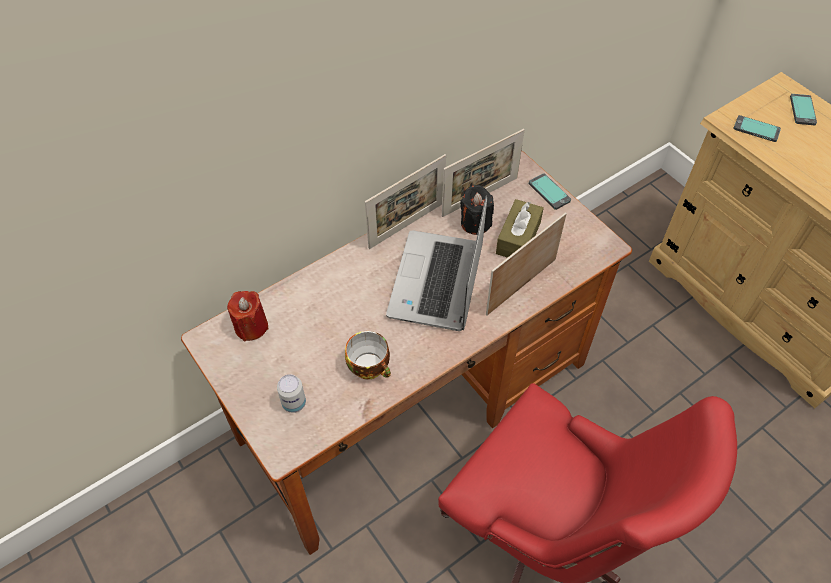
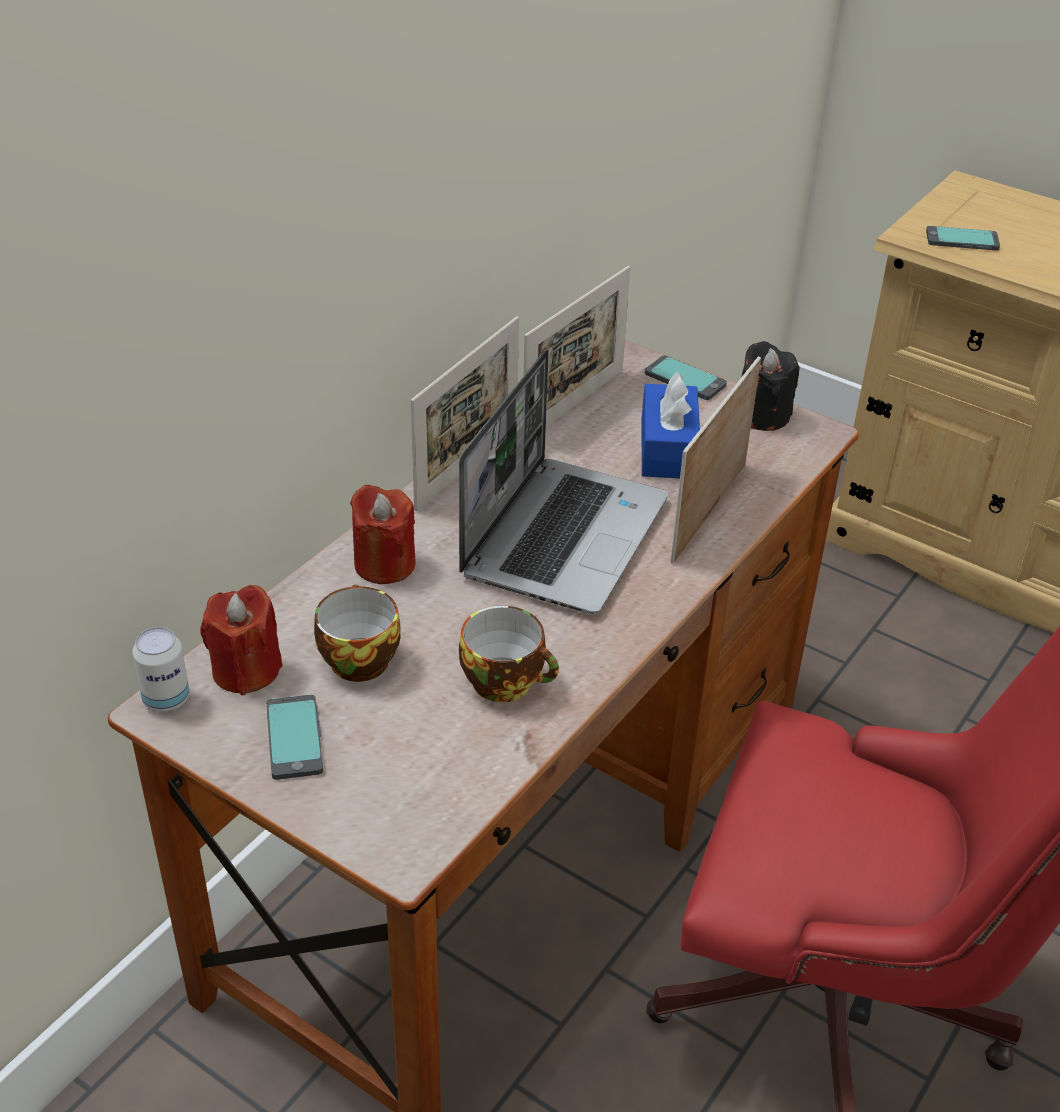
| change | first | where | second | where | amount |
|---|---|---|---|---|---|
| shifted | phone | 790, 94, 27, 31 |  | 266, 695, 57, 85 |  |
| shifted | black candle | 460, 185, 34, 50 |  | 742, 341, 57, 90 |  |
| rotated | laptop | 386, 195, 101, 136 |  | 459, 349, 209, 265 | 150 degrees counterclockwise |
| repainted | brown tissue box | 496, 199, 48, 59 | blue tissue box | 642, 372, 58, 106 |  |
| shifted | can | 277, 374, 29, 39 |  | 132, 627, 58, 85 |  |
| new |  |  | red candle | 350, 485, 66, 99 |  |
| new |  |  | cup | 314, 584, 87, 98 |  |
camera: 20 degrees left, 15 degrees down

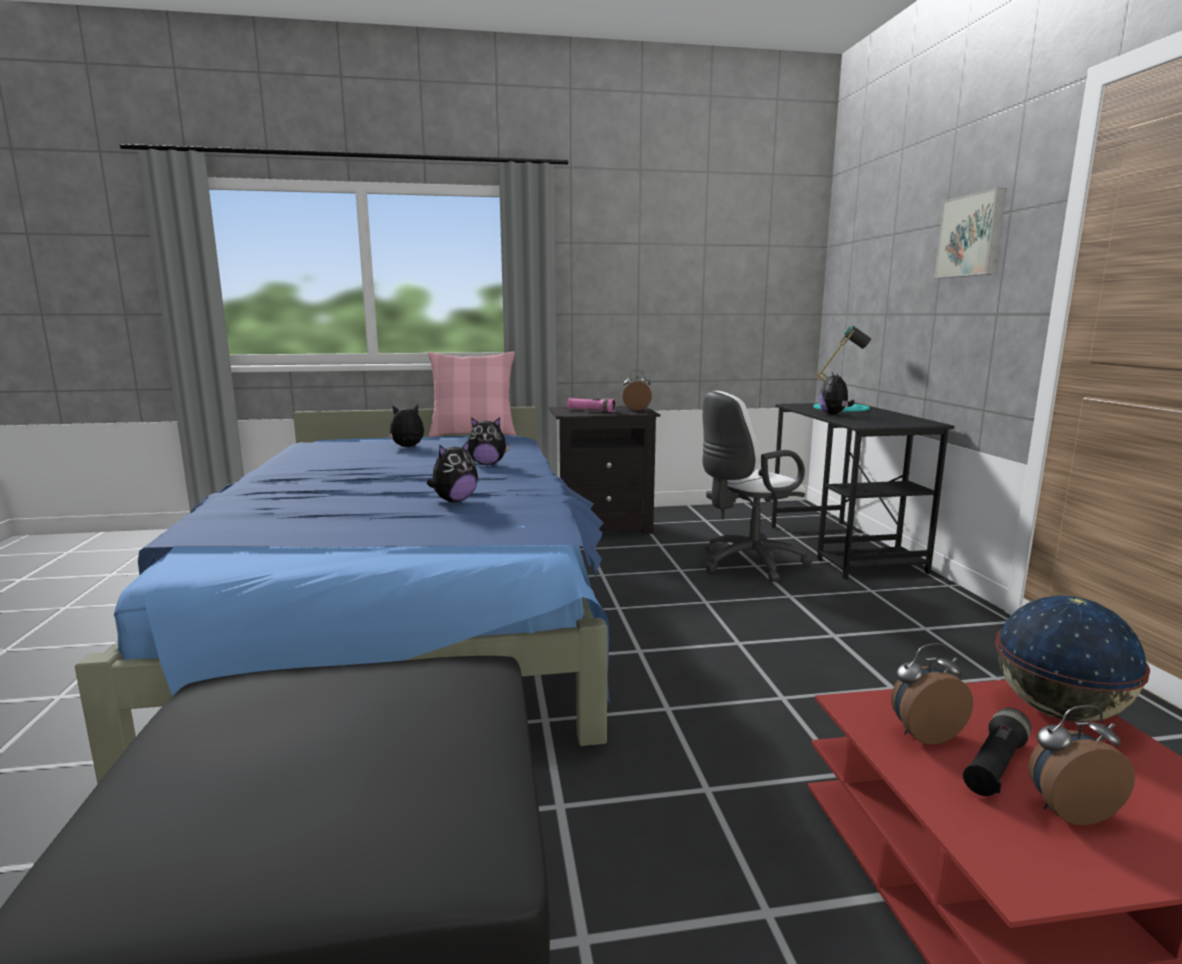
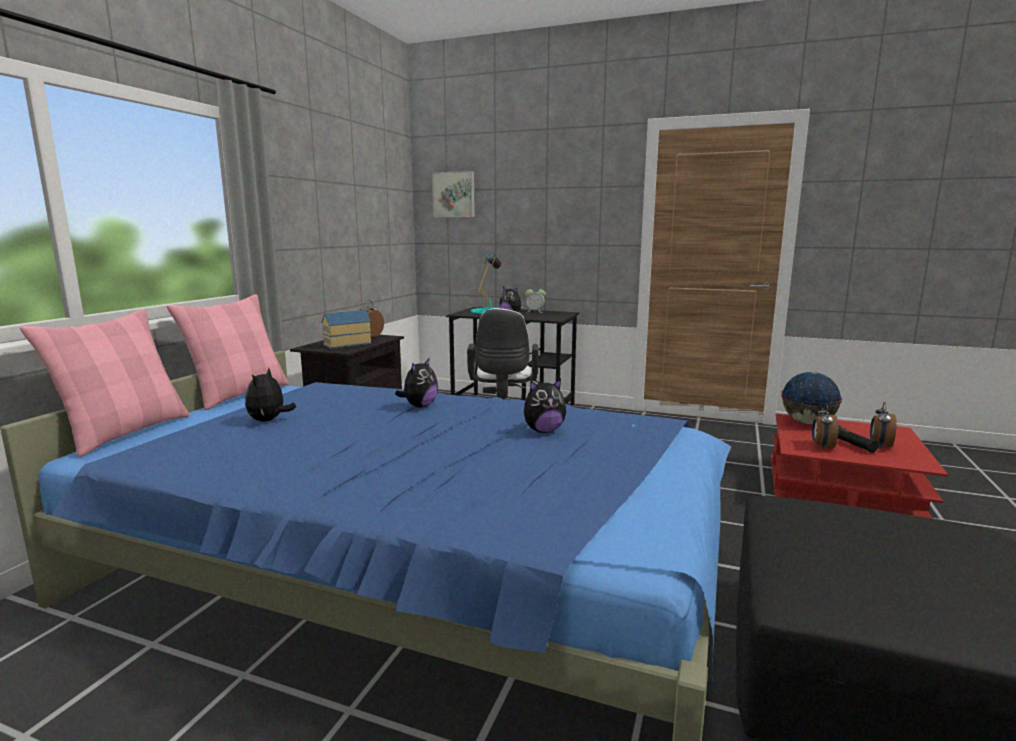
| change | first | where | second | where | amount |
|---|---|---|---|---|---|
| shifted | picture | 935, 188, 72, 90 |  | 432, 171, 43, 46 |  |
| swapped | pink flashlight | 567, 398, 49, 14 | toy house | 322, 310, 50, 39 |  |
| rotated | plush toy | 427, 440, 51, 62 |  | 524, 378, 42, 55 | 90 degrees clockwise |
| new |  |  | alarm clock | 525, 286, 21, 27 |  |
| new |  |  | pink pillow | 20, 309, 170, 148 |  |
camera: 60 degrees left, 0 degrees up

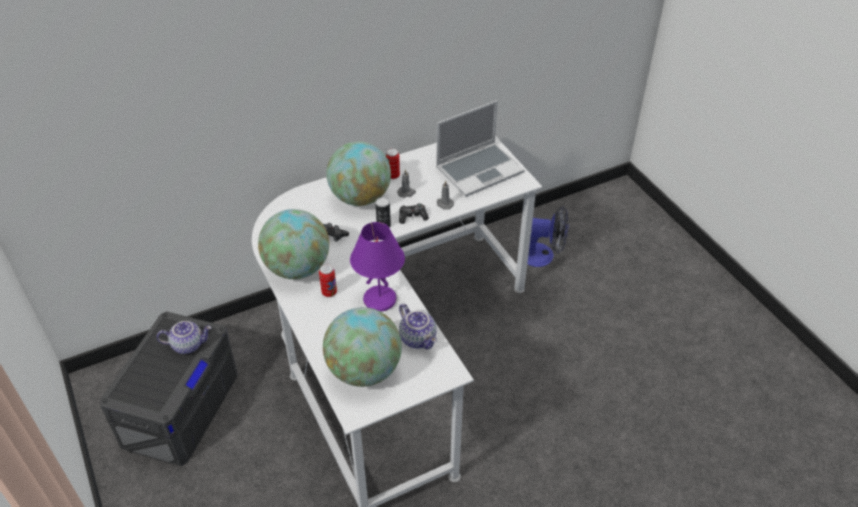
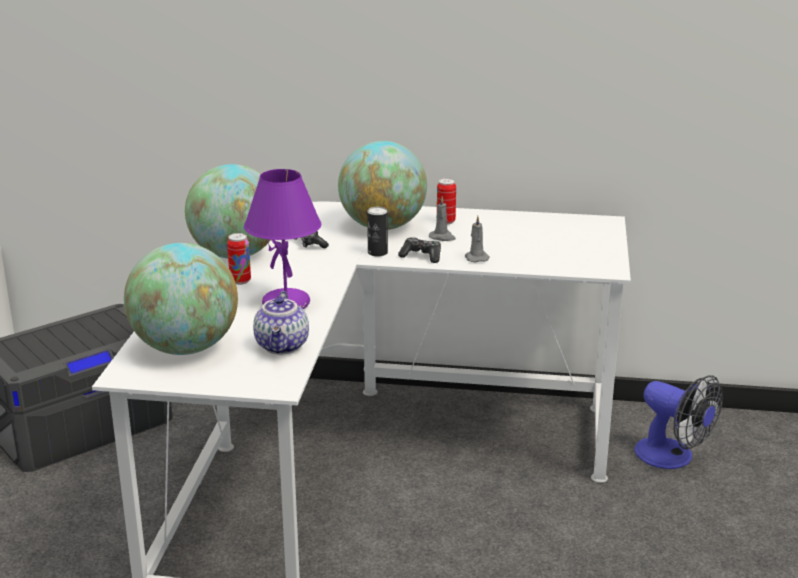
| change | first | where | second | where | amount |
|---|---|---|---|---|---|
| gone | laptop | 436, 100, 88, 97 |  |  |  |
| gone | teapot | 157, 321, 55, 33 |  |  |  |
camera: 35 degrees right, 20 degrees down

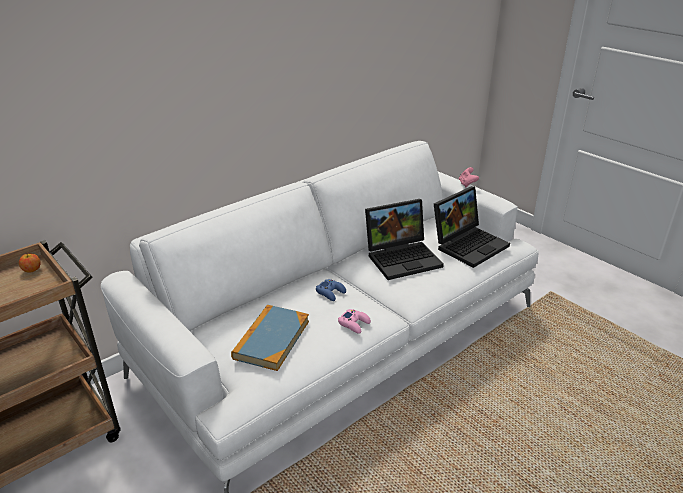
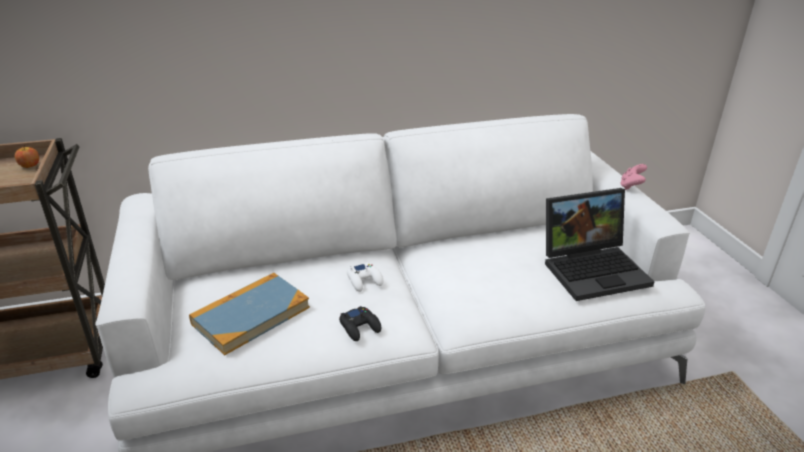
| change | first | where | second | where | amount |
|---|---|---|---|---|---|
| gone | laptop | 365, 199, 79, 81 |  |  |  |
| repainted | blue game controller | 316, 279, 30, 22 | white game controller | 347, 262, 36, 30 |  |
| repainted | pink game controller | 338, 309, 33, 24 | black game controller | 339, 306, 42, 35 |  |
camera: 25 degrees right, 0 degrees up

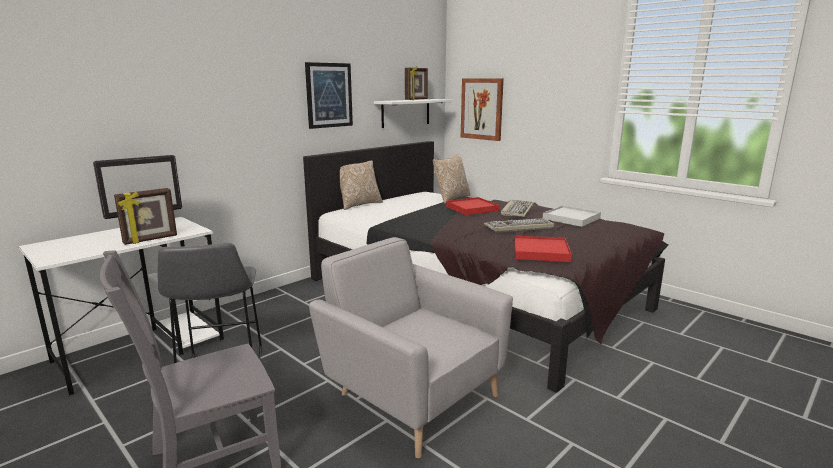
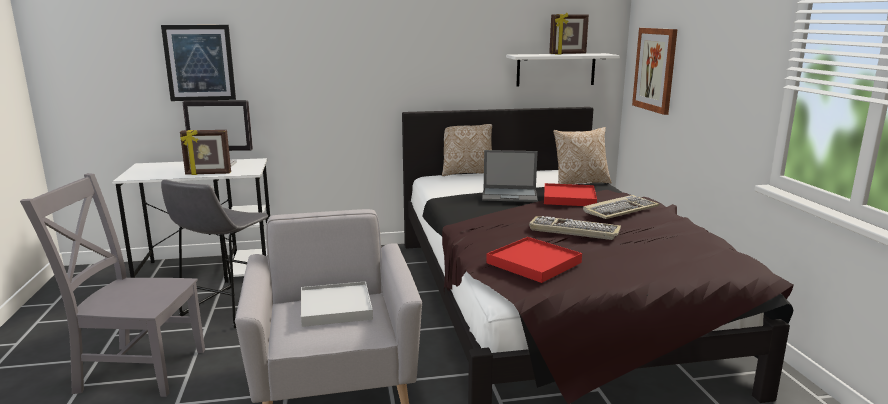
| change | first | where | second | where | amount |
|---|---|---|---|---|---|
| shifted | picture | 305, 62, 48, 67 |  | 161, 25, 75, 76 |  |
| shifted | white tray | 543, 205, 58, 22 |  | 301, 281, 72, 46 |  |
| new |  |  | laptop | 482, 150, 56, 52 |  |
camera: 35 degrees right, 0 degrees up

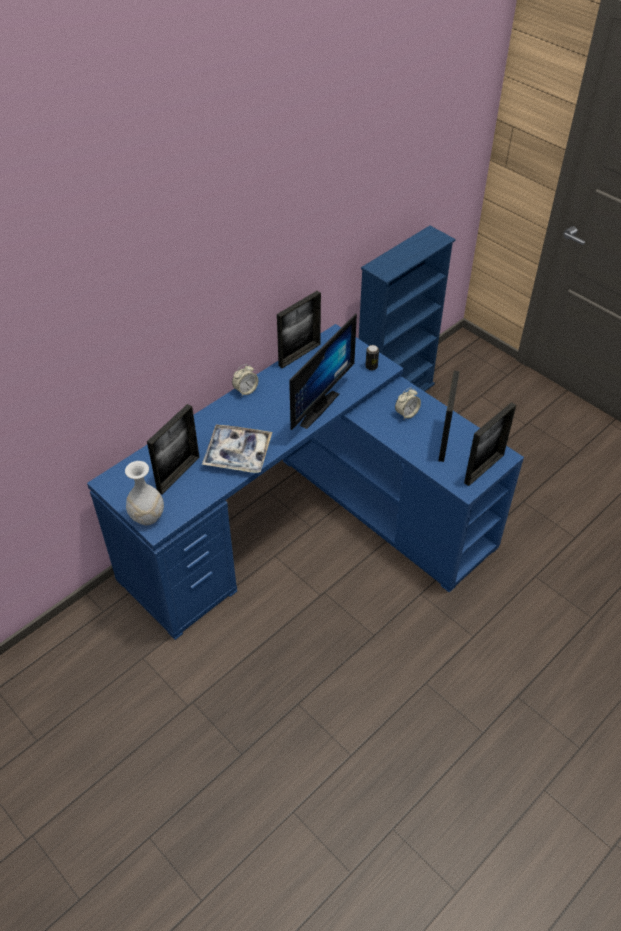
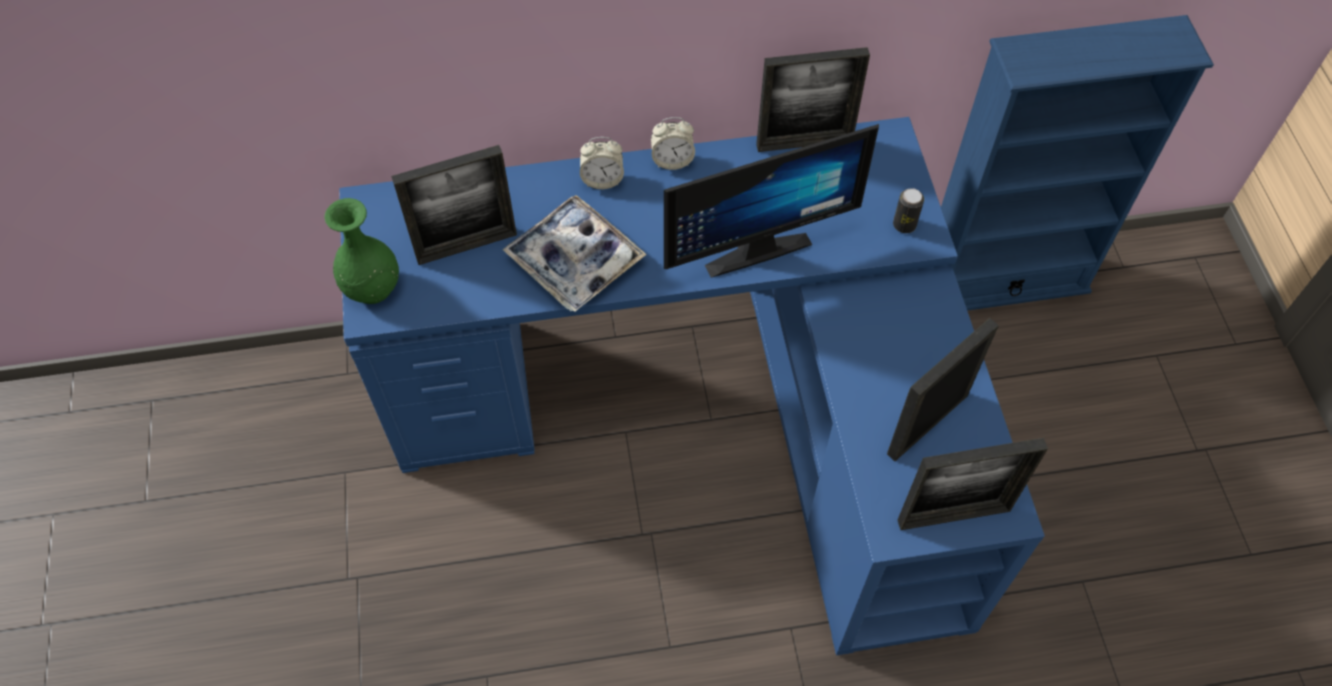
| change | first | where | second | where | amount |
|---|---|---|---|---|---|
| shifted | alarm clock | 395, 388, 26, 31 |  | 580, 137, 44, 52 |  |
| repainted | white vase | 125, 461, 39, 64 | green vase | 325, 198, 74, 106 |  |
camera: 35 degrees right, 10 degrees up

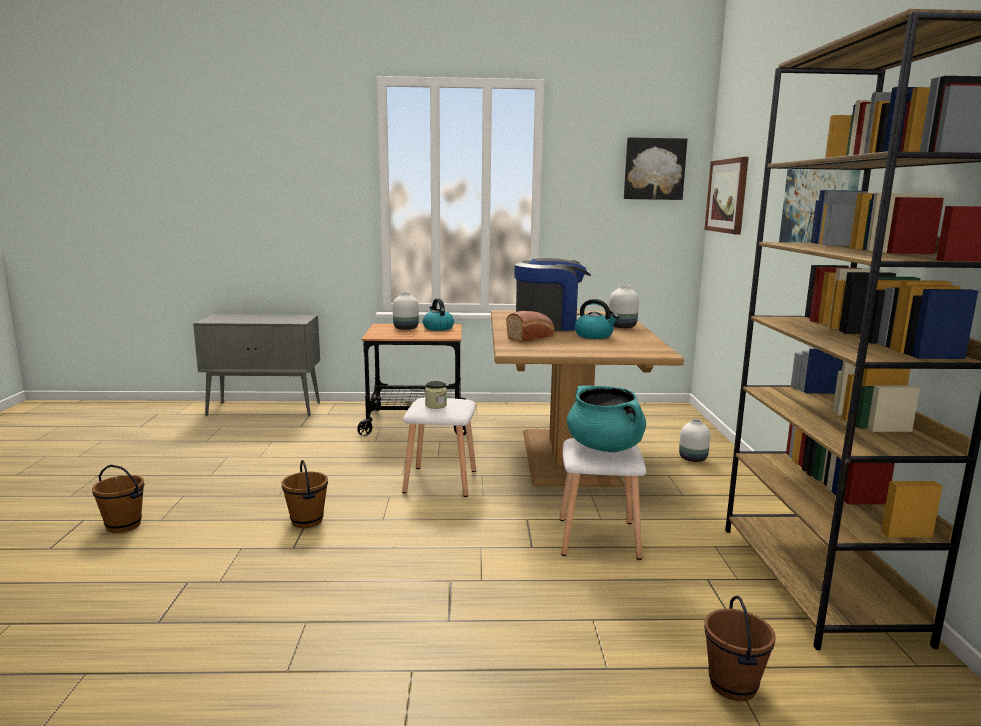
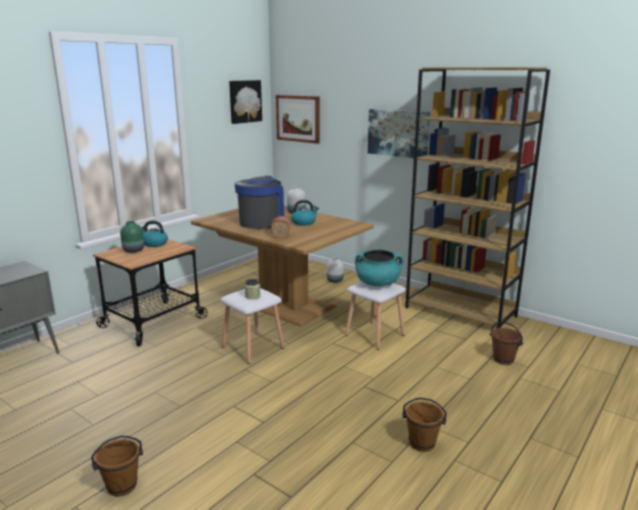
| change | first | where | second | where | amount |
|---|---|---|---|---|---|
| repainted | white vase | 393, 292, 26, 38 | green vase | 120, 221, 24, 32 |  |
| shifted | brown bucket | 282, 460, 46, 68 |  | 403, 397, 44, 55 |  |
camera: 50 degrees left, 5 degrees up

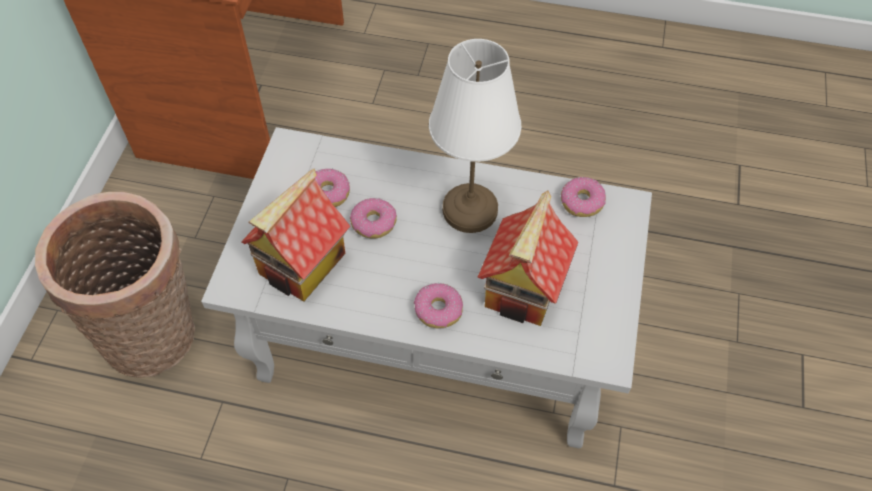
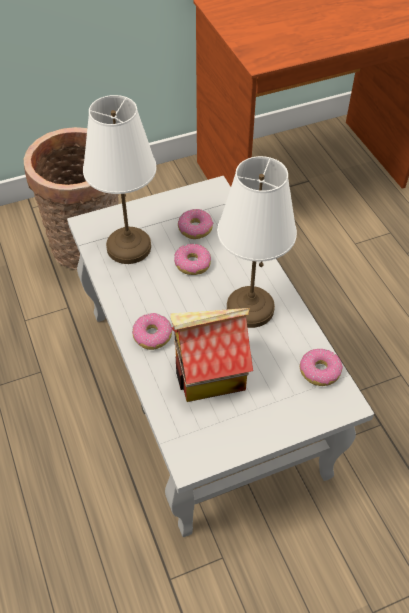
| change | first | where | second | where | amount |
|---|---|---|---|---|---|
| swapped | toy house | 241, 169, 109, 133 | white table lamp | 83, 95, 74, 169 |  |
camera: 55 degrees right, 5 degrees down

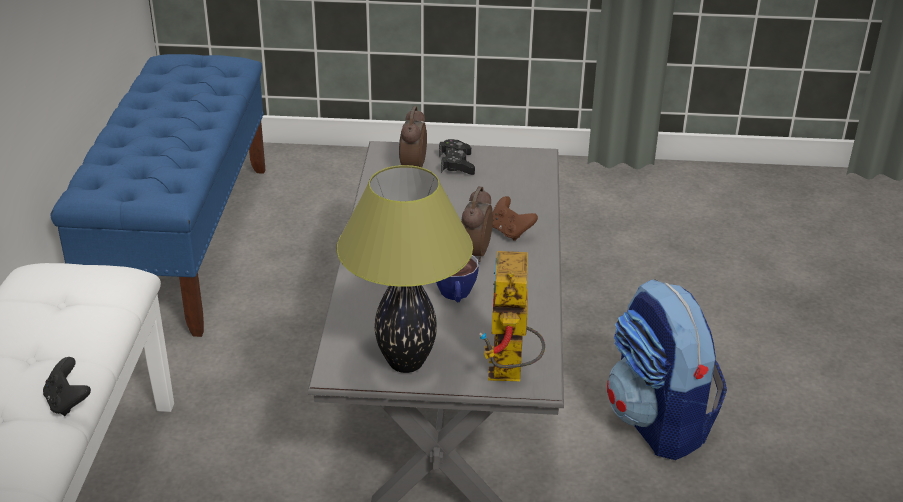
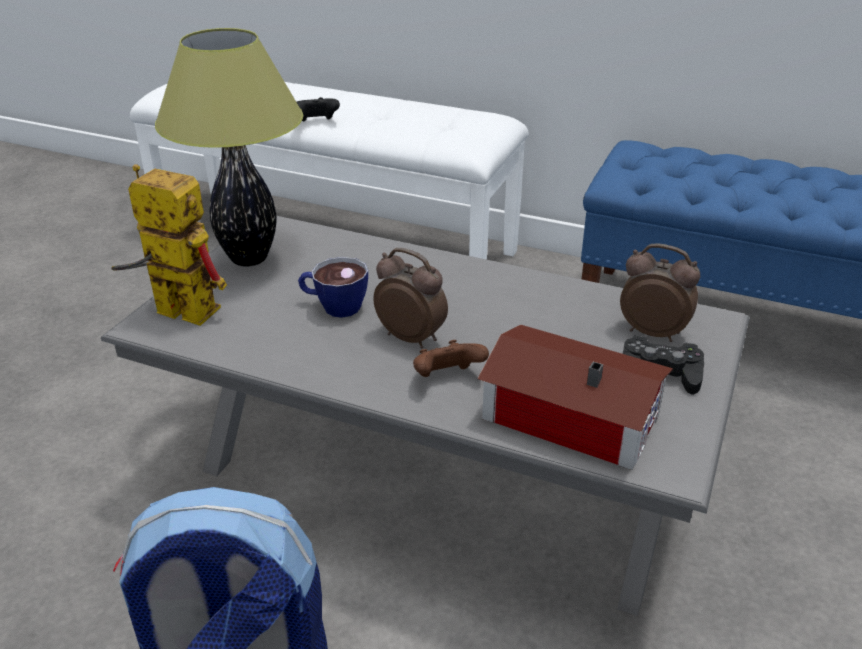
| change | first | where | second | where | amount |
|---|---|---|---|---|---|
| new |  |  | toy house | 478, 325, 195, 145 |  |
camera: 110 degrees right, 0 degrees up

